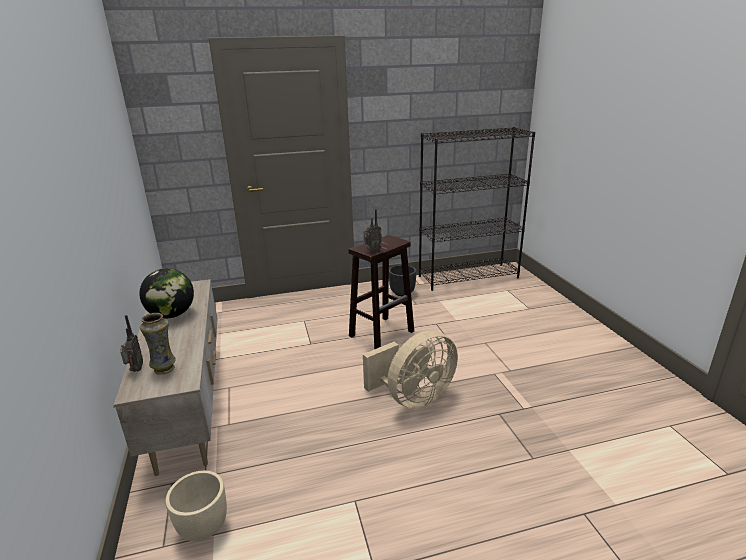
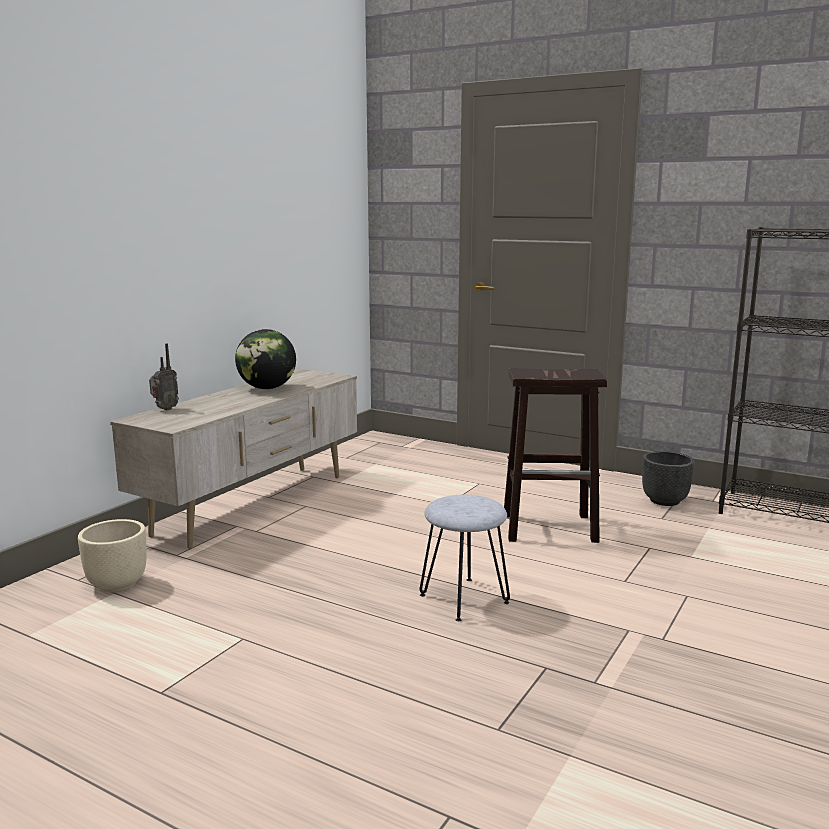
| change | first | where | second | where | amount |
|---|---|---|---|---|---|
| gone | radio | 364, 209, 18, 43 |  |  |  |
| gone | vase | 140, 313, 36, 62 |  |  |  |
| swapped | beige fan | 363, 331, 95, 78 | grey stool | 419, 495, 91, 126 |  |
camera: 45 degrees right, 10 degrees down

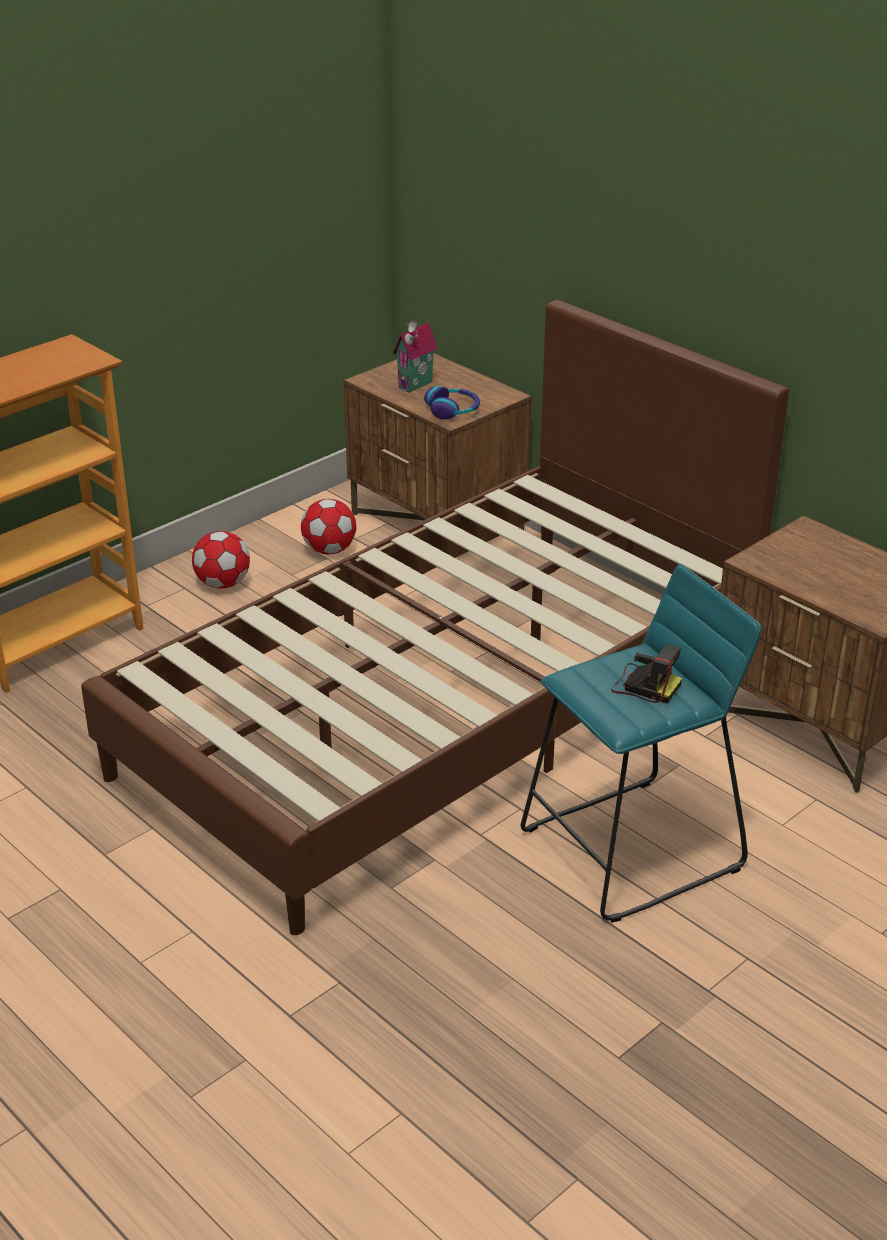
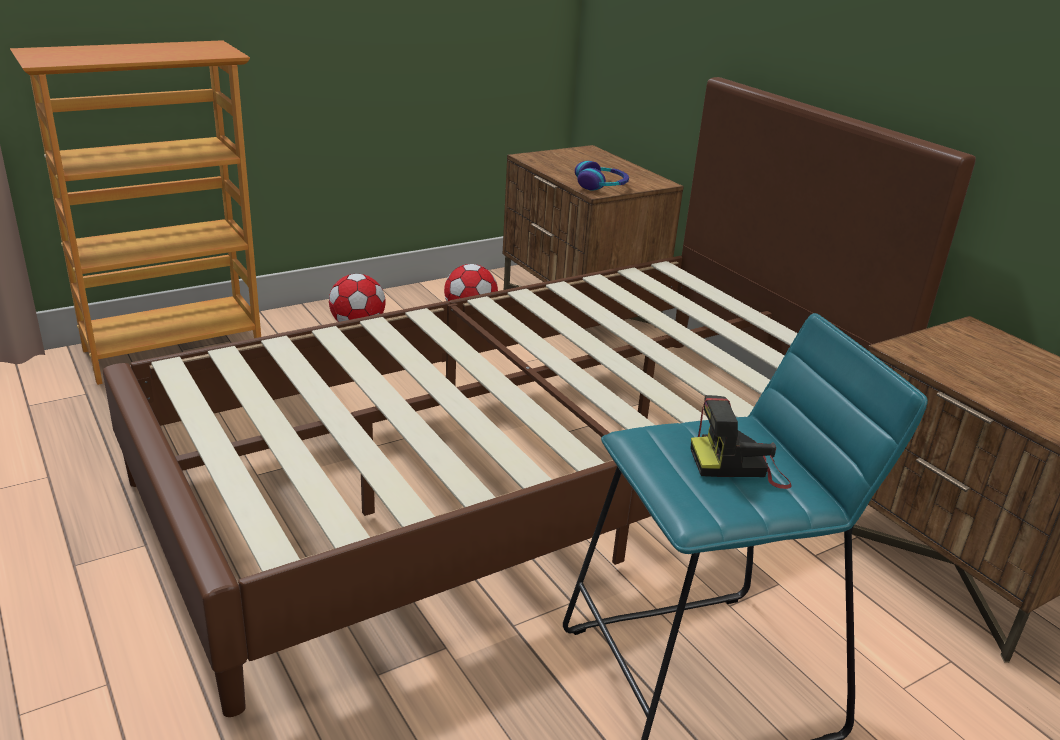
| change | first | where | second | where | amount |
|---|---|---|---|---|---|
| gone | toy house | 393, 320, 45, 73 |  |  |  |
| rotated | photo camera | 611, 645, 71, 59 |  | 691, 395, 101, 94 | 135 degrees clockwise |
camera: 10 degrees right, 5 degrees down

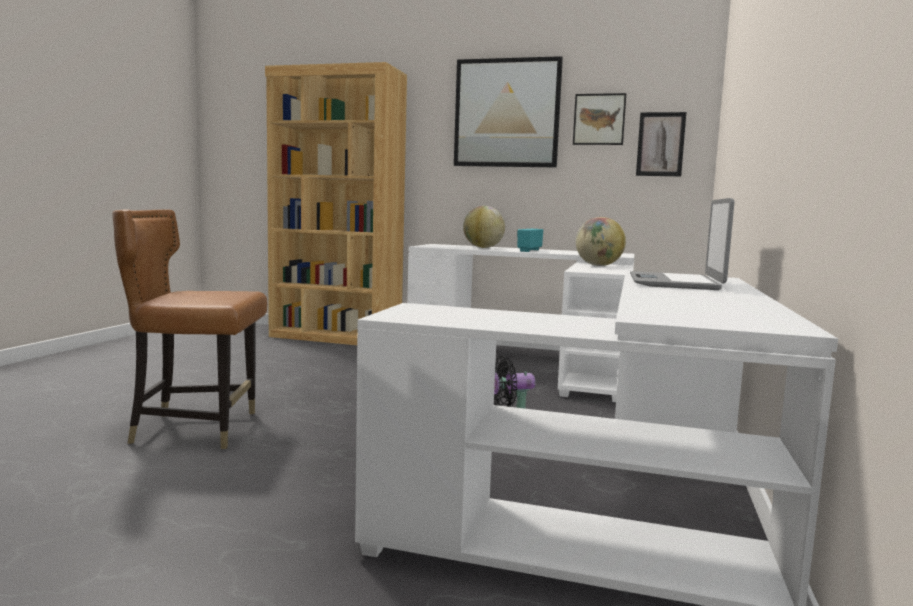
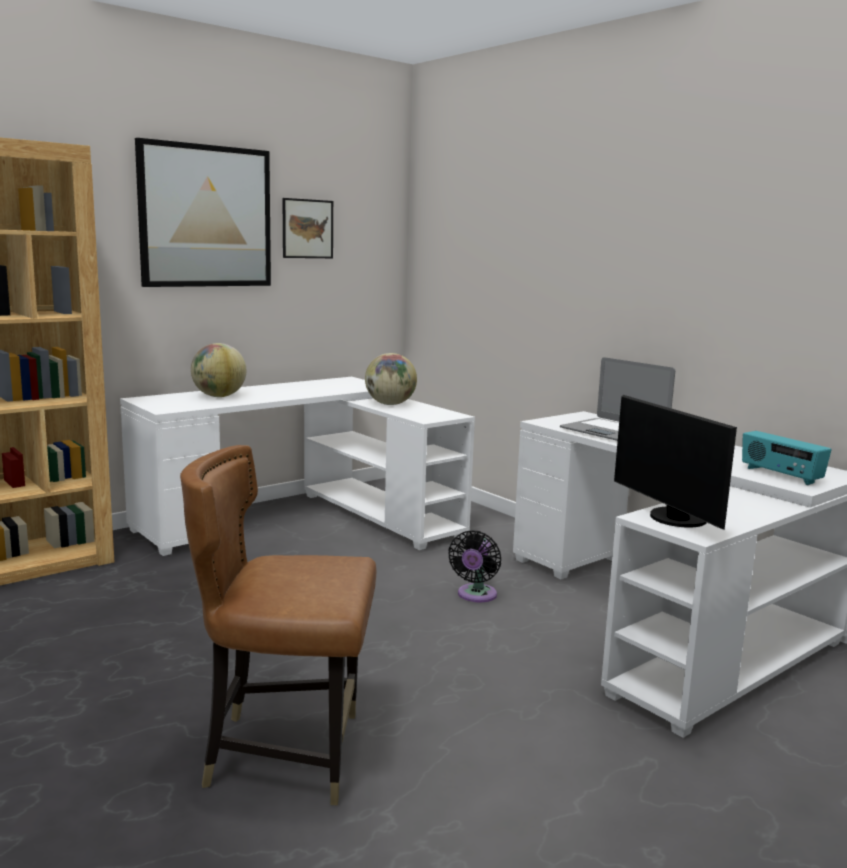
| change | first | where | second | where | amount |
|---|---|---|---|---|---|
| gone | picture | 636, 112, 50, 64 |  |  |  |
| rotated | brown chair | 112, 209, 155, 240 |  | 180, 445, 196, 360 | 60 degrees clockwise |
| shifted | radio | 517, 229, 26, 23 |  | 742, 431, 89, 54 |  |
| new |  |  | monitor | 614, 395, 123, 135 |  |
camera: 55 degrees left, 5 degrees up

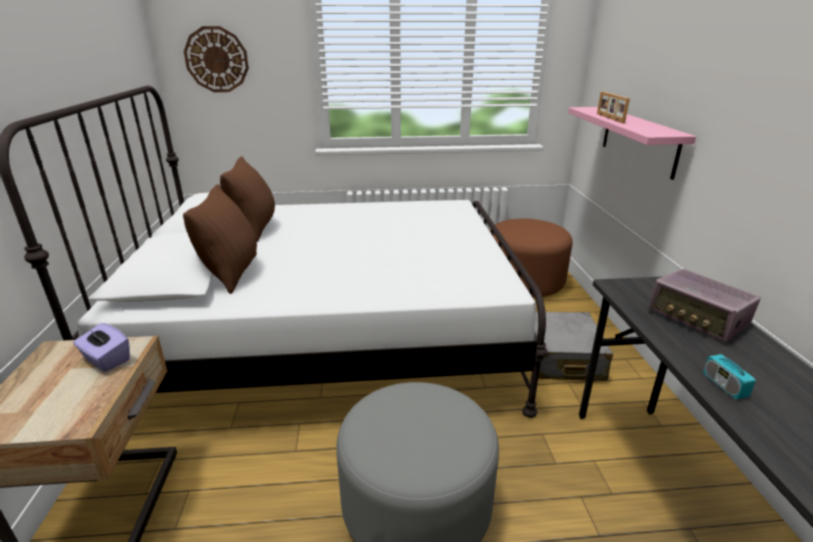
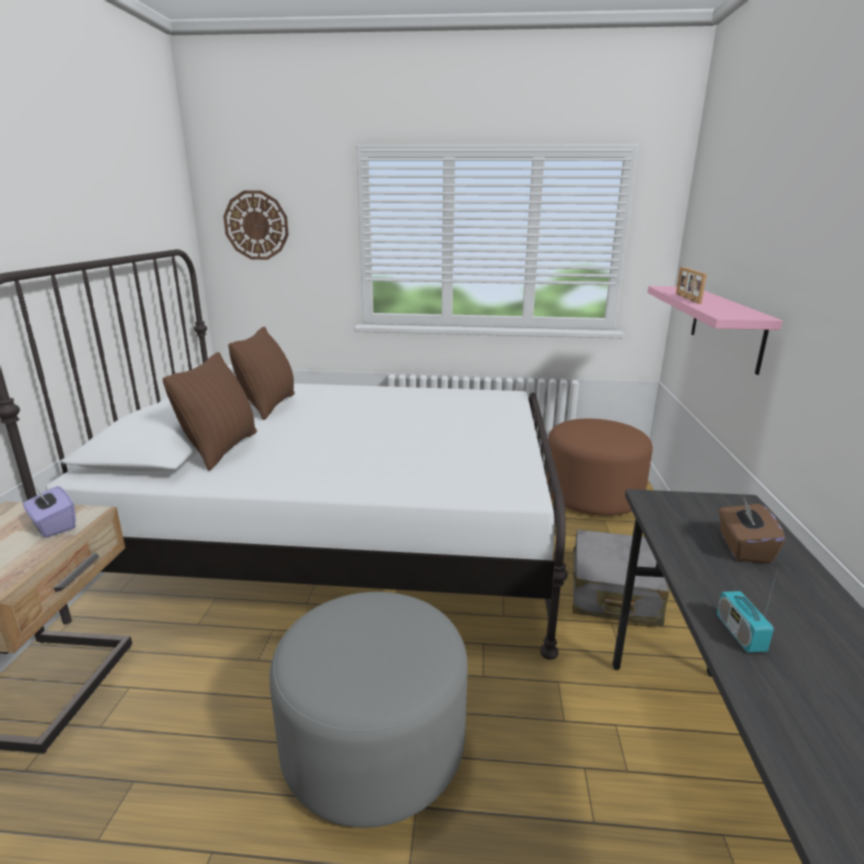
| change | first | where | second | where | amount |
|---|---|---|---|---|---|
| swapped | radio | 648, 269, 112, 73 | brown tissue box | 719, 498, 66, 66 |  |
camera: 10 degrees right, 5 degrees down

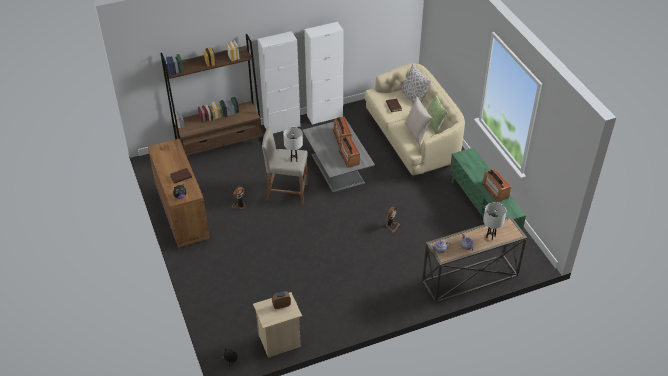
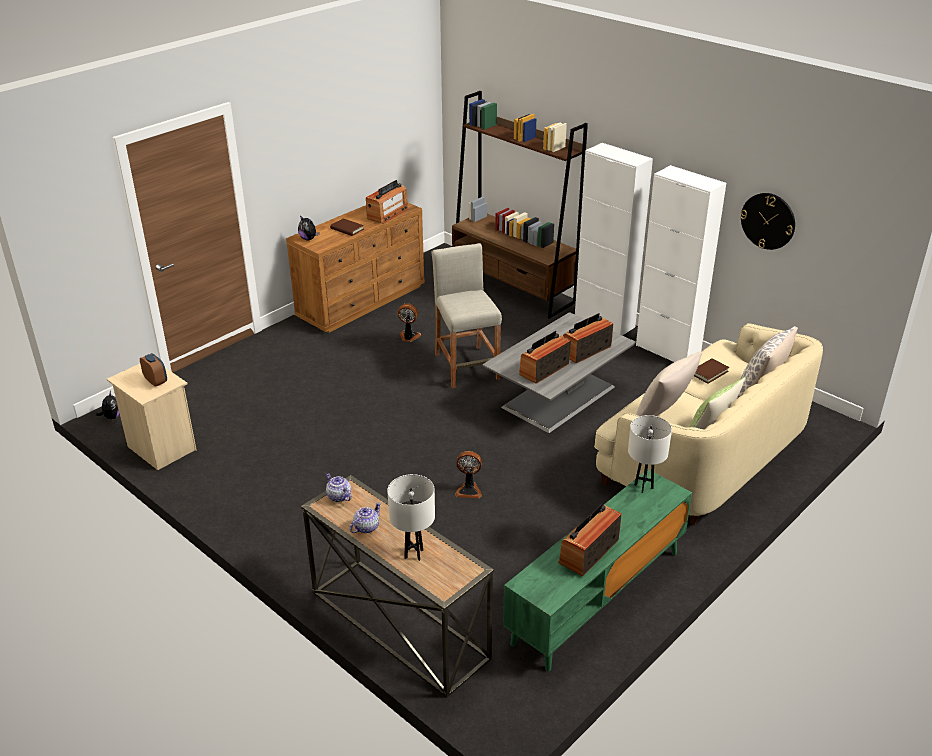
| change | first | where | second | where | amount |
|---|---|---|---|---|---|
| shifted | white table lamp | 283, 127, 20, 35 |  | 628, 415, 44, 78 |  |
| new |  |  | radio | 366, 180, 42, 44 |  |
| new |  |  | wall clock | 740, 193, 55, 57 |  |
camera: 65 degrees right, 10 degrees down

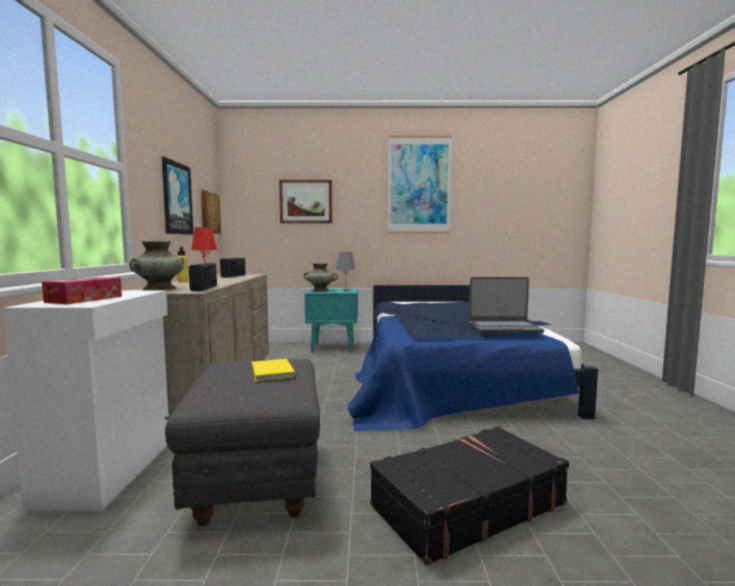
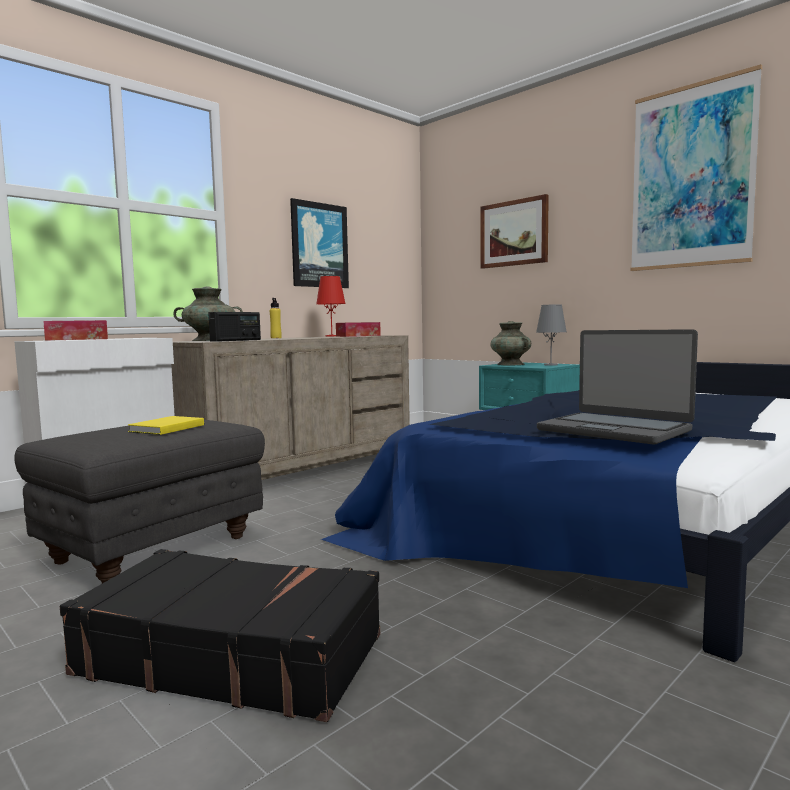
| change | first | where | second | where | amount |
|---|---|---|---|---|---|
| gone | picture | 201, 190, 20, 44 |  |  |  |
| swapped | radio | 220, 258, 26, 20 | tissue box | 336, 322, 45, 15 |  |
camera: 45 degrees right, 0 degrees up

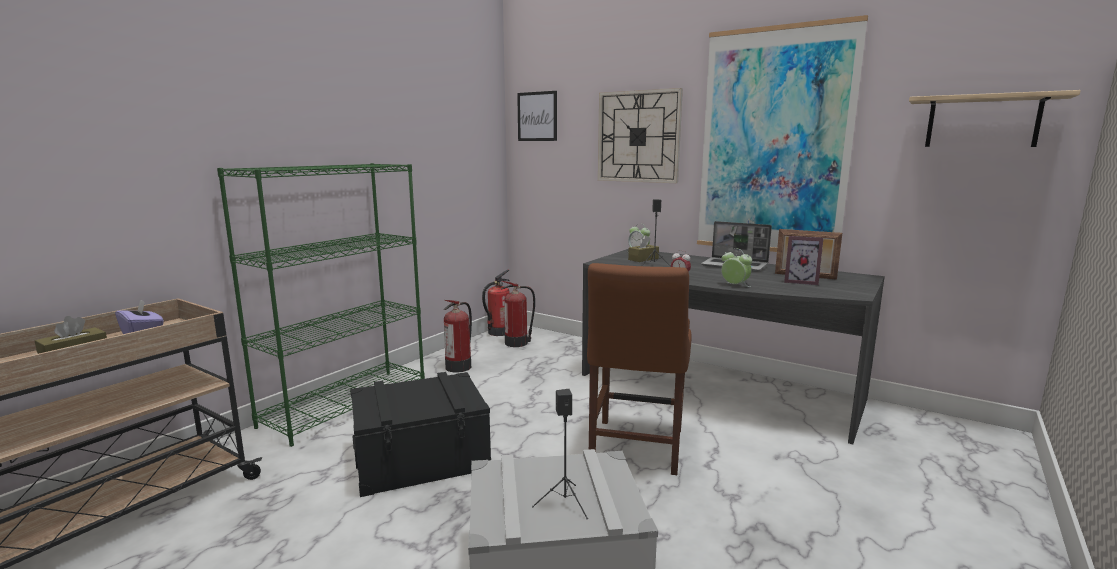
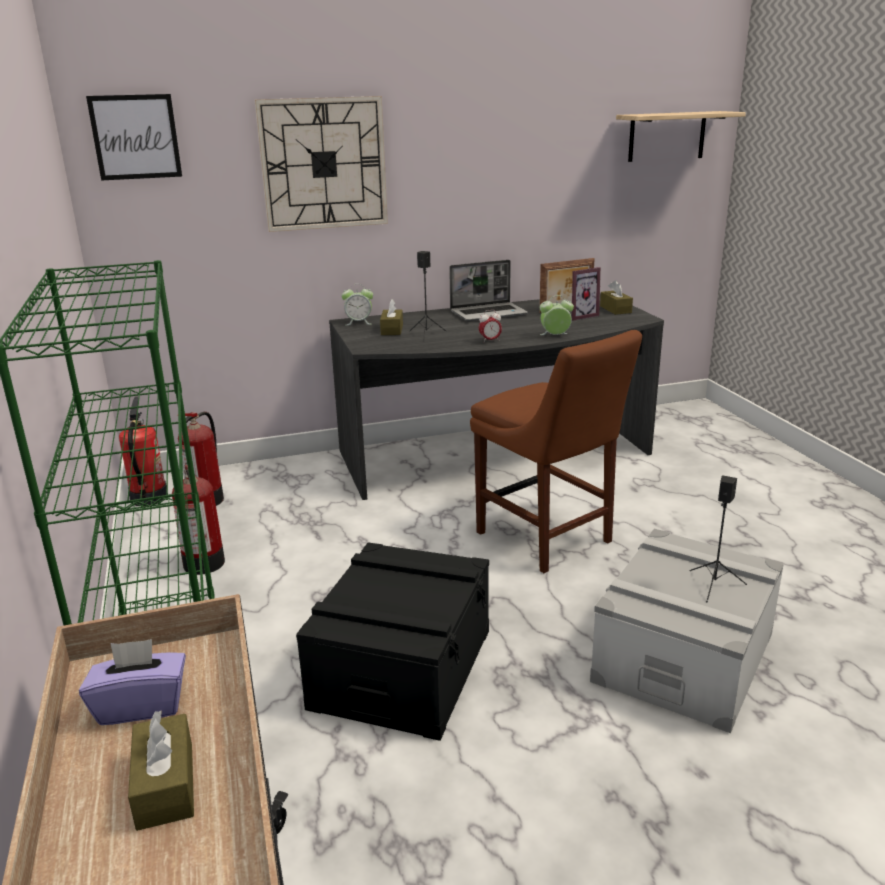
| change | first | where | second | where | amount |
|---|---|---|---|---|---|
| gone | picture | 697, 15, 171, 237 |  |  |  |
| new |  |  | brown tissue box | 600, 280, 33, 35 |  |
camera: 50 degrees left, 10 degrees up

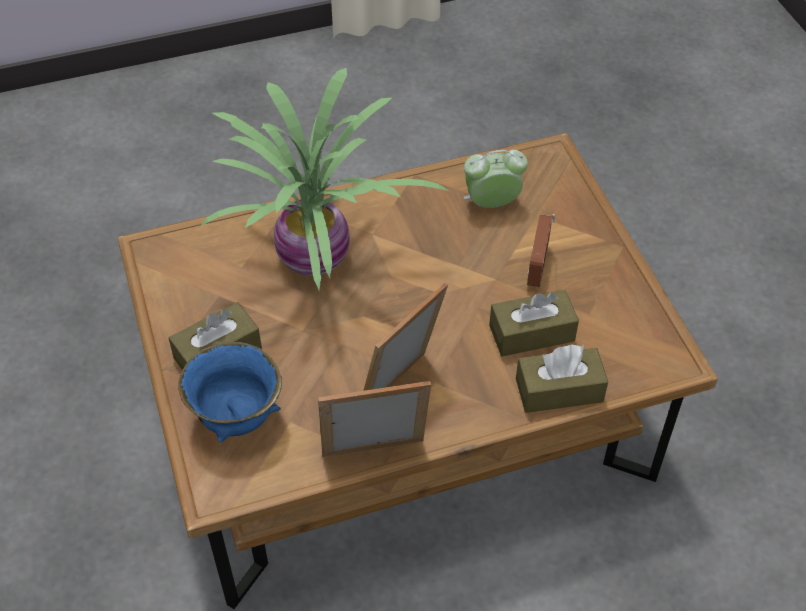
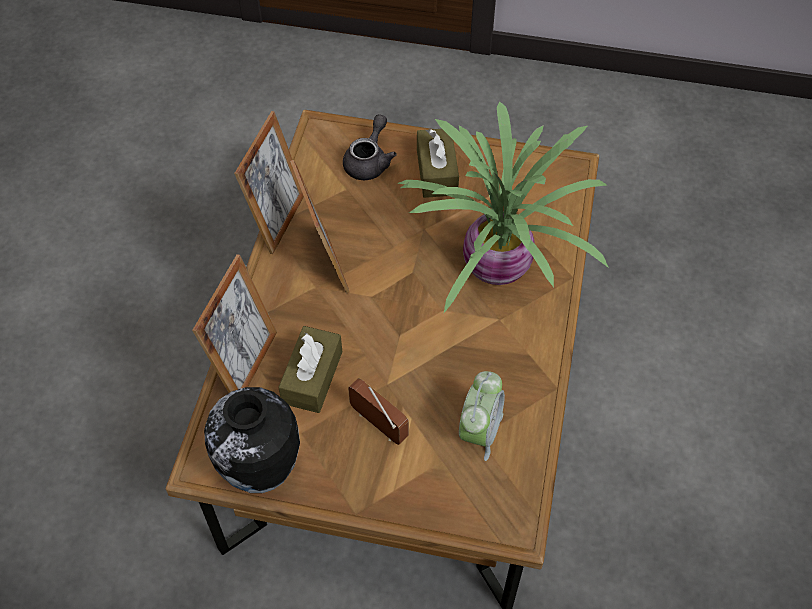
| change | first | where | second | where | amount |
|---|---|---|---|---|---|
| swapped | blue bowl | 178, 342, 104, 100 | grey teapot | 343, 114, 54, 66 |  |
| swapped | brown tissue box | 516, 344, 92, 69 | picture frame | 192, 254, 85, 139 |  |
| new |  |  | vase | 204, 387, 96, 106 |  |
camera: 120 degrees right, 5 degrees up

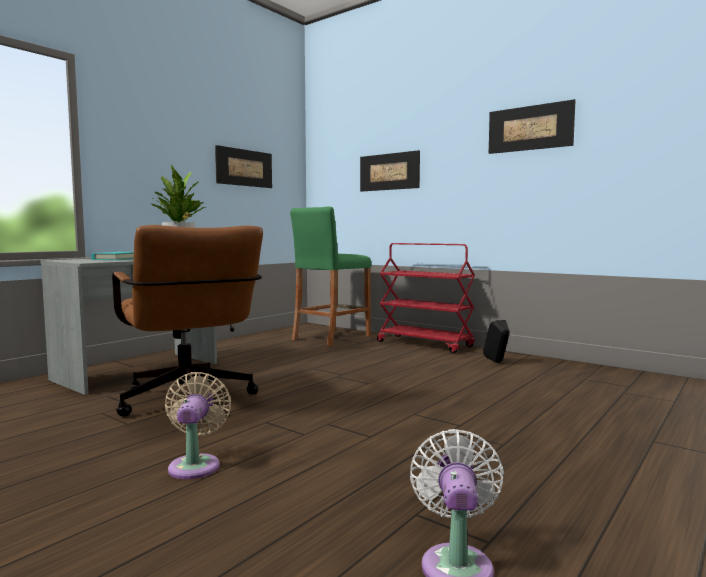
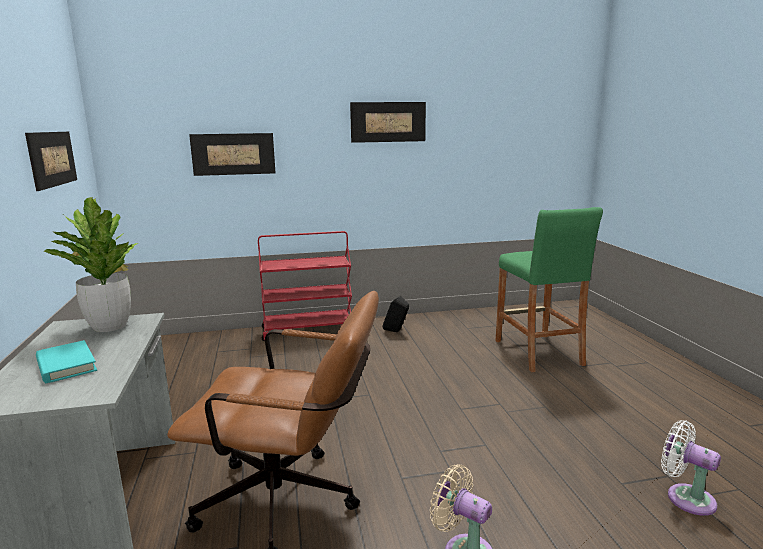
| change | first | where | second | where | amount |
|---|---|---|---|---|---|
| shifted | green stool | 290, 206, 81, 140 |  | 495, 207, 108, 165 |  |
camera: 50 degrees left, 10 degrees up

